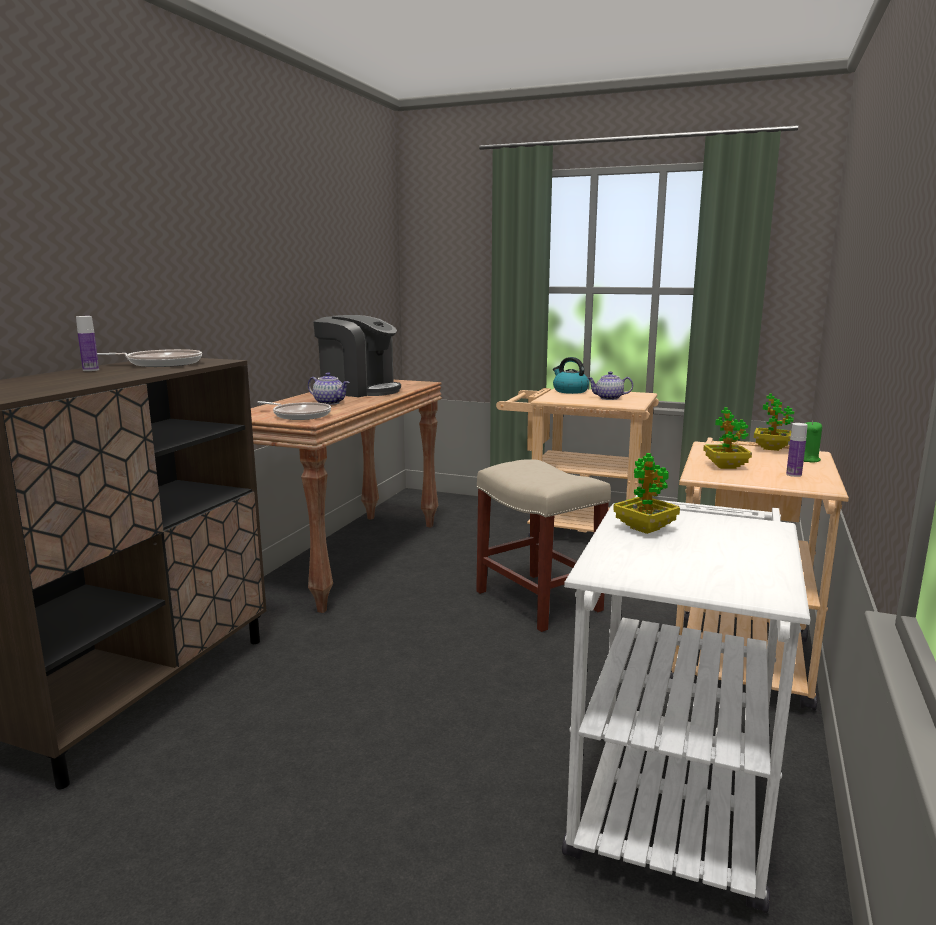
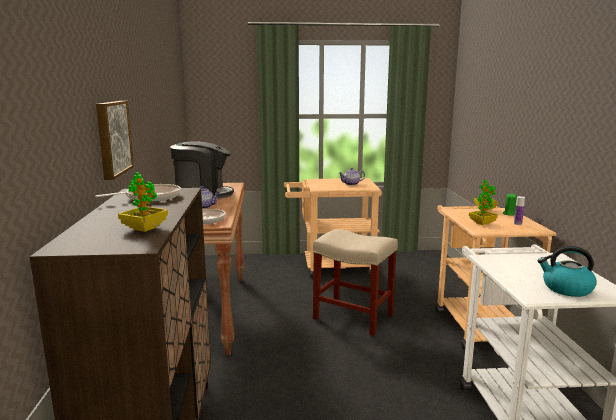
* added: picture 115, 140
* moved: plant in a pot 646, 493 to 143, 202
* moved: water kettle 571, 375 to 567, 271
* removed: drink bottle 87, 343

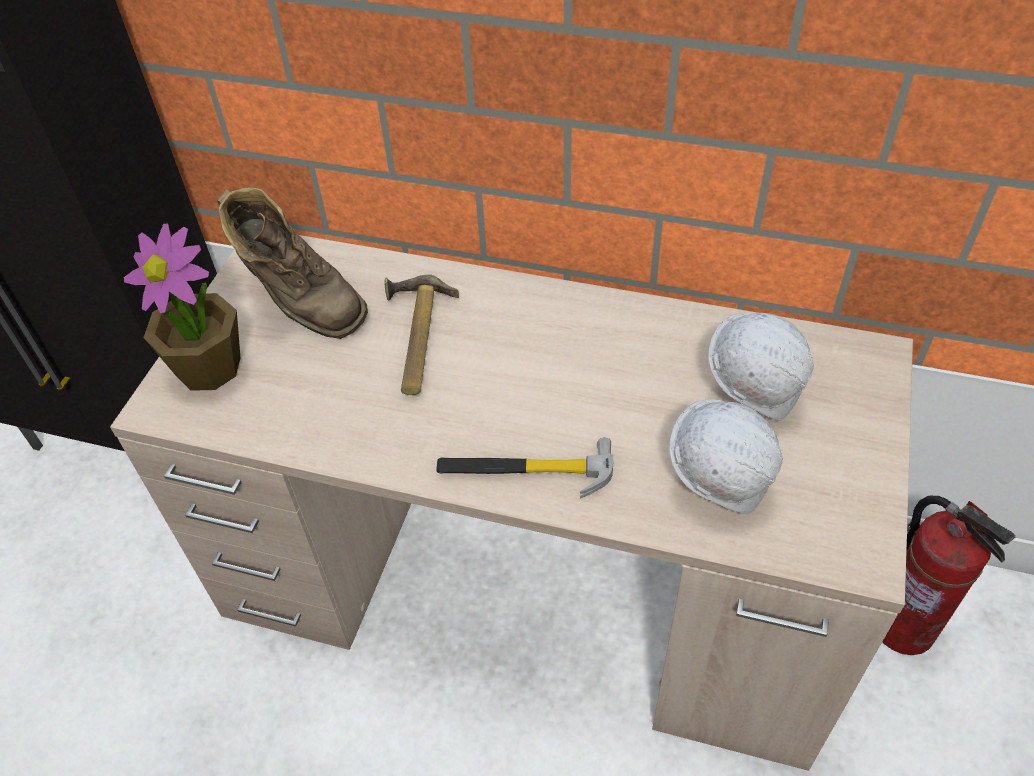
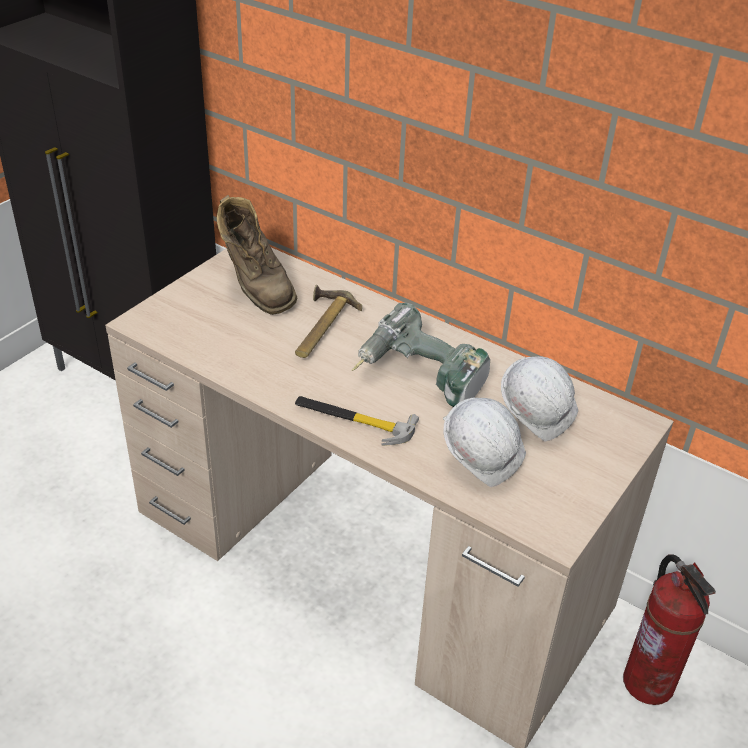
* added: drill 420, 361
* removed: plant in a pot 182, 307

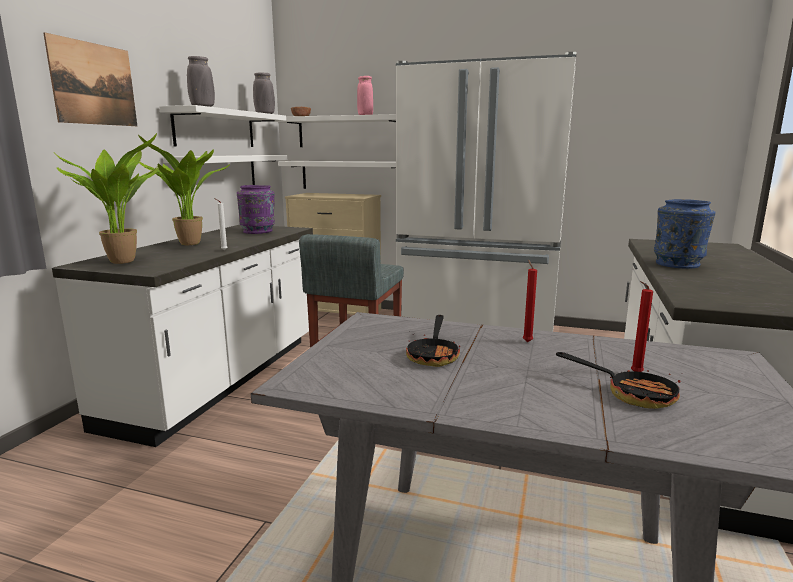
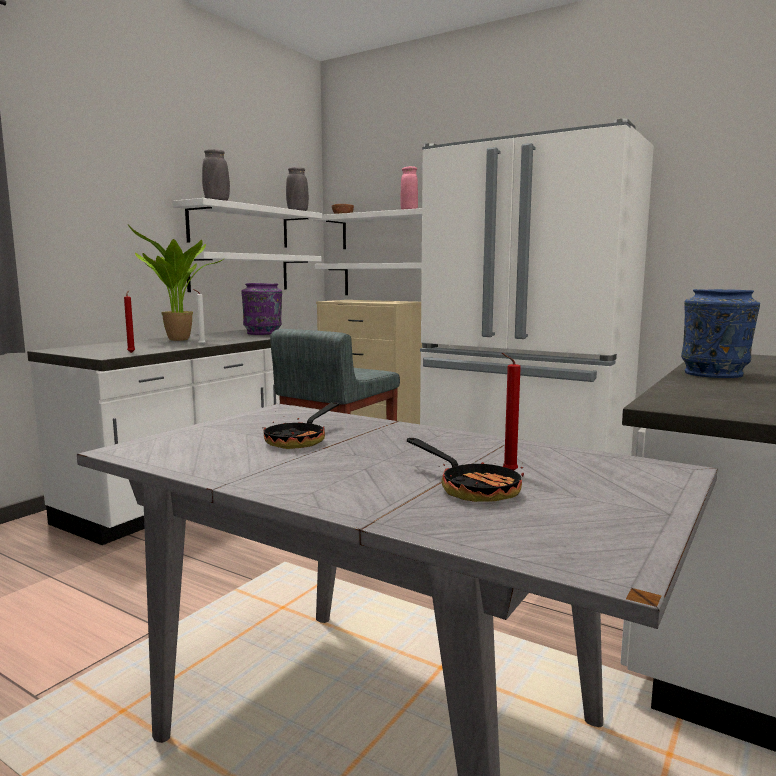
* moved: reddish wax light 530, 301 to 129, 322
* removed: picture 90, 79
* removed: plant in a pot 106, 198

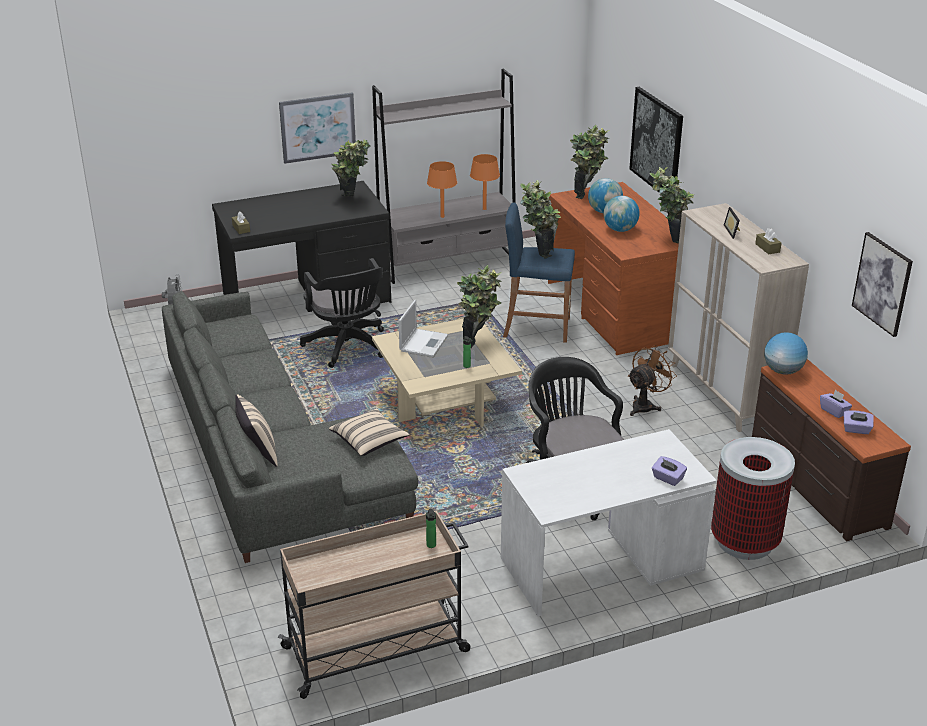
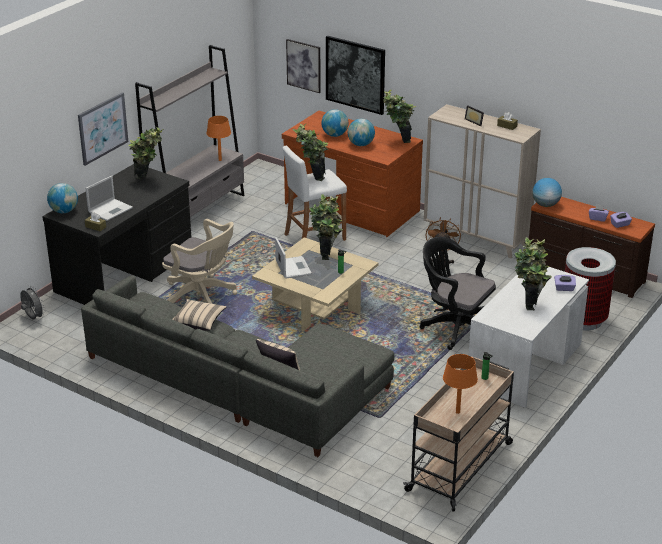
* added: world globe 62, 198
* added: laptop 109, 198
* recoloured: blackish computer chair 342, 313 to beige computer chair 199, 261
* moved: beige cushion 369, 432 to 199, 315
* recoloured: blue-coloured sitting stool 539, 272 to white sitting stool 315, 193
* moved: picture 882, 284 to 303, 66
* moved: orangey tabletop lamp 442, 189 to 460, 384
* moved: plant in a pot 589, 162 to 533, 273

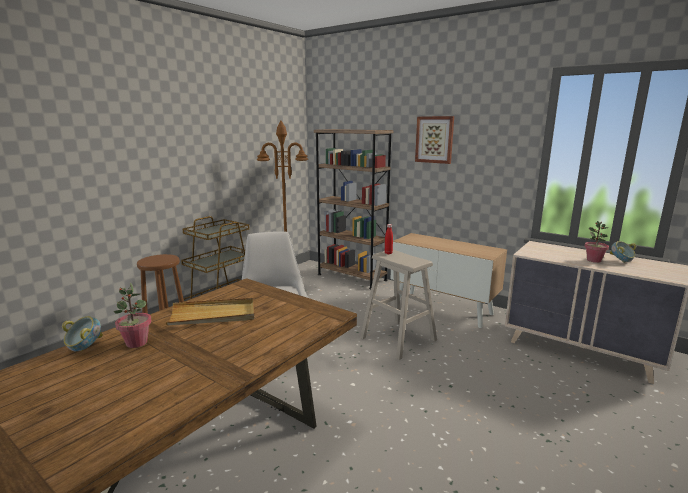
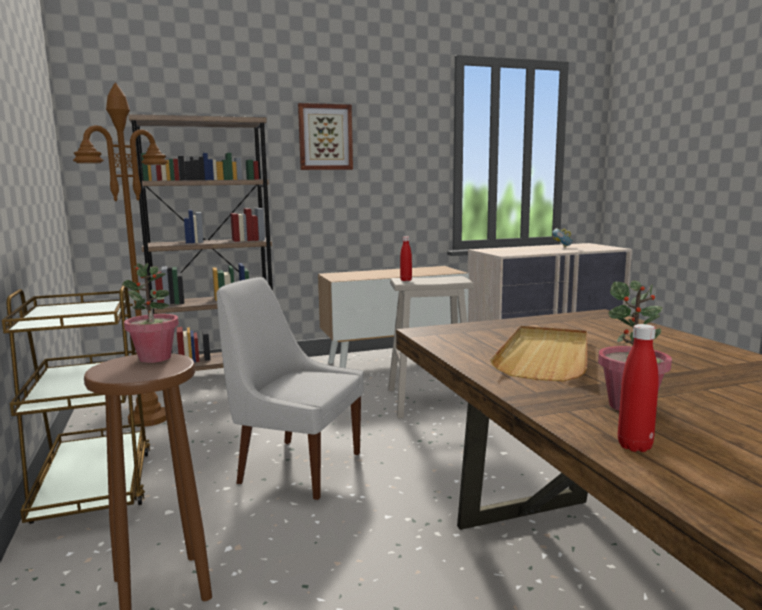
* moved: plant in a pot 597, 242 to 150, 313
* replaced: serving bowl 82, 333 to reddish drink bottle 638, 388

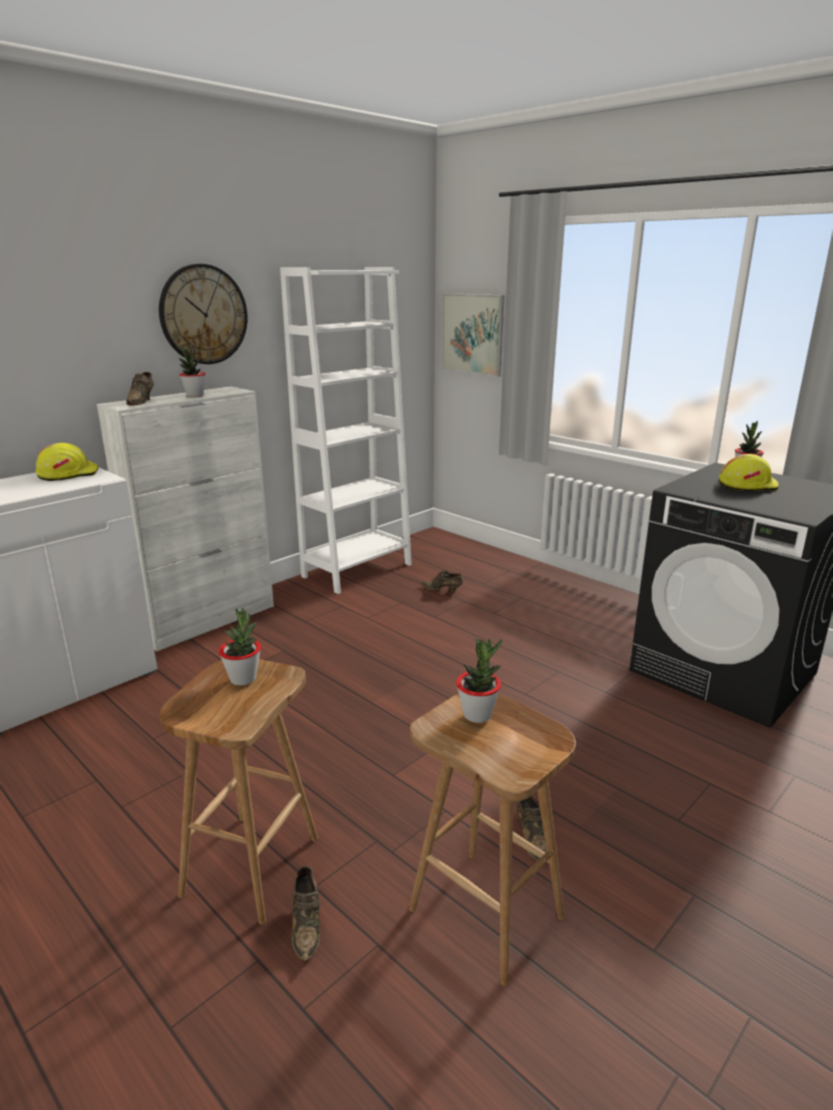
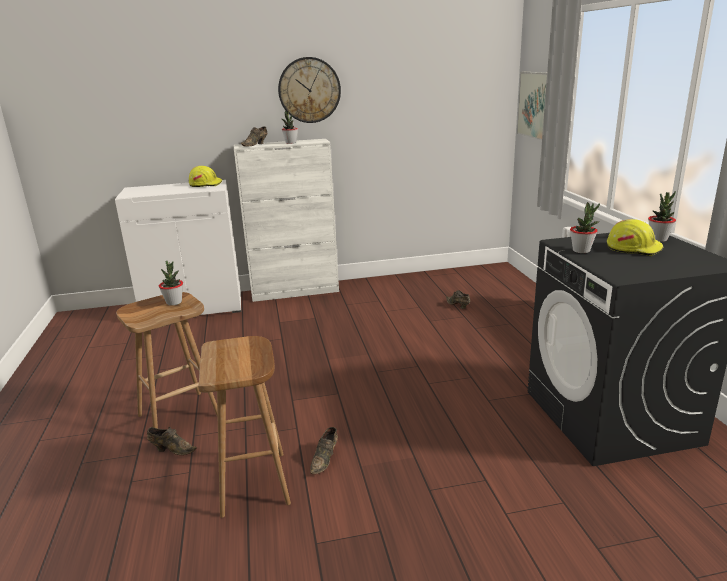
* turned: brownish low shoe 307, 914 = 172, 441 105 degrees counterclockwise
* moved: plant in a pot 479, 680 to 585, 227
* removed: white shelving unit 346, 430

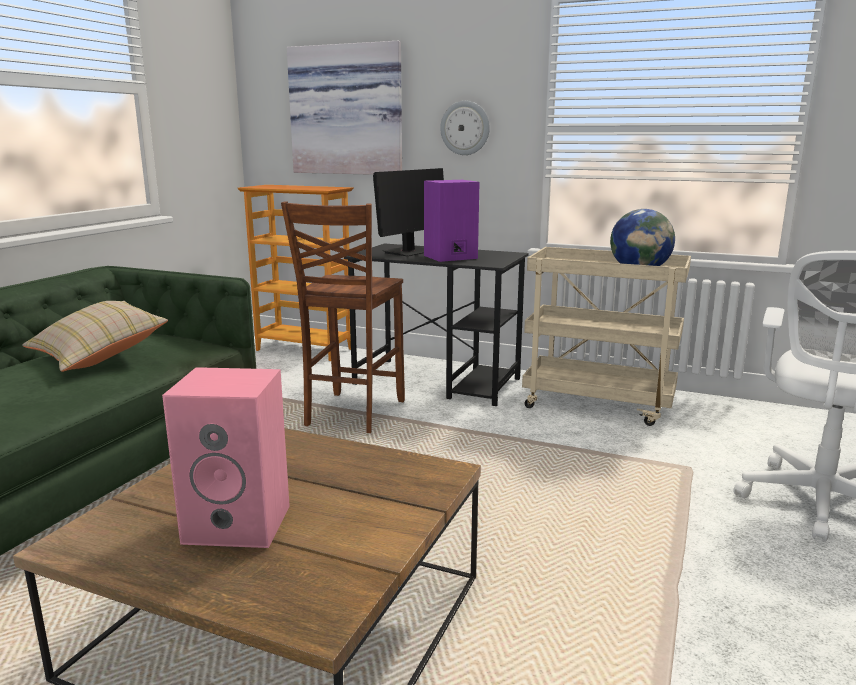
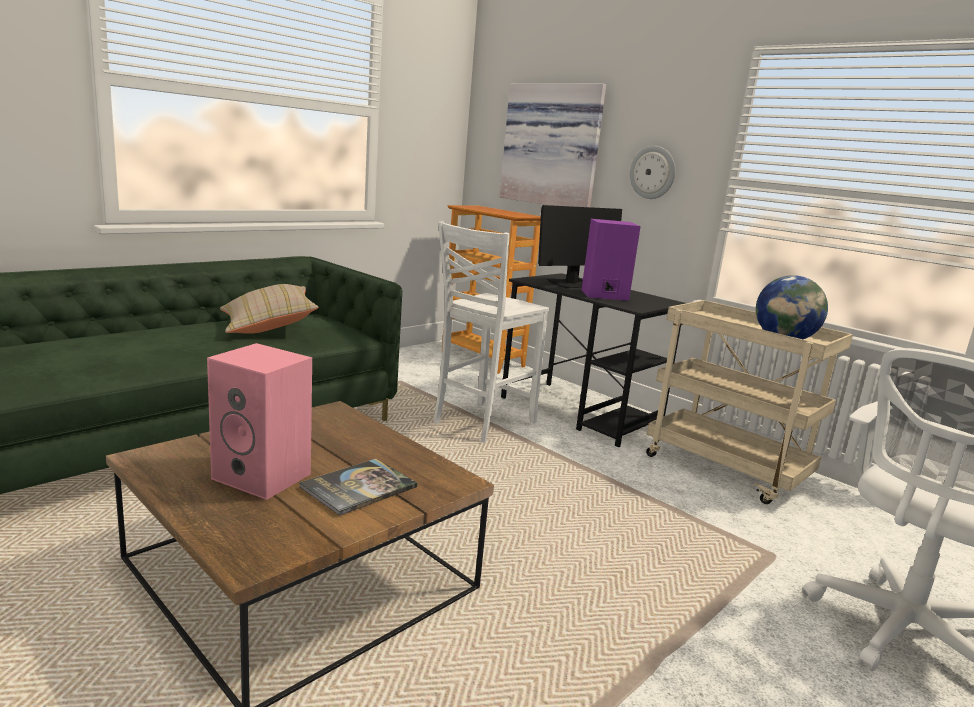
* added: volume 358, 487
* recoloured: brownish chair 343, 317 to white chair 491, 332

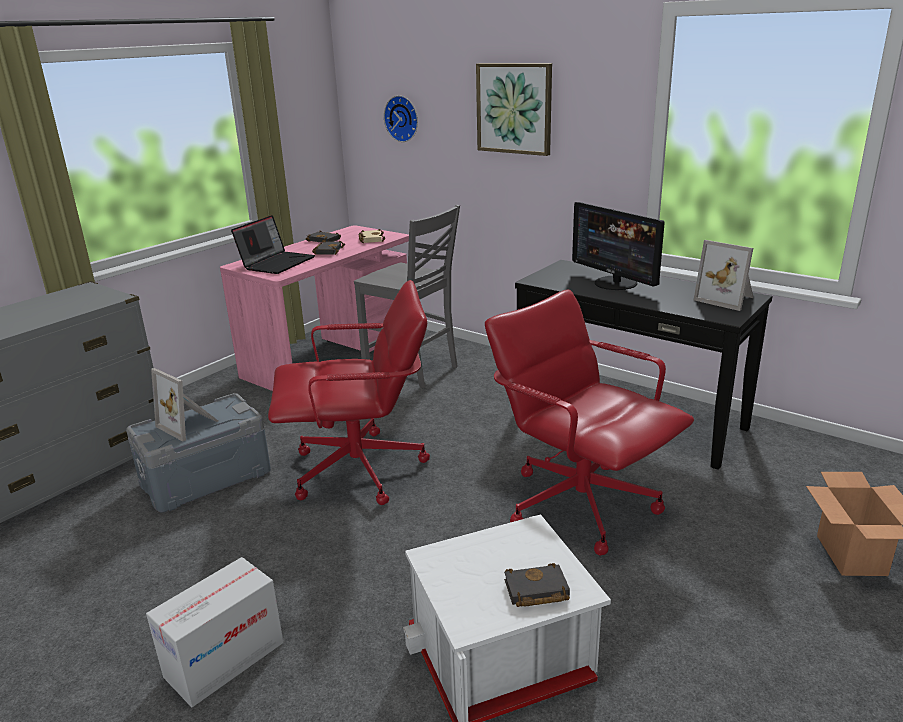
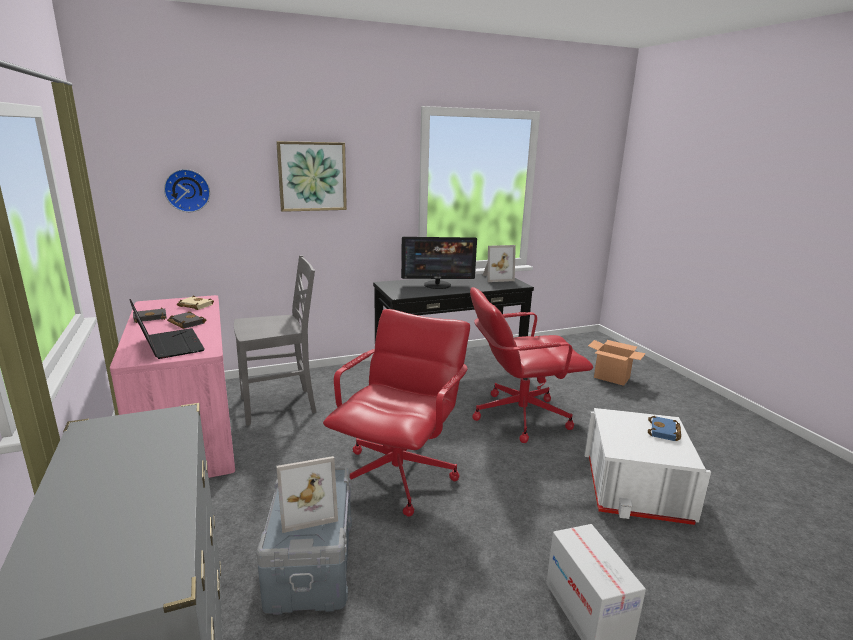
* recoloured: blackish volume 537, 585 to blue-coloured volume 664, 428

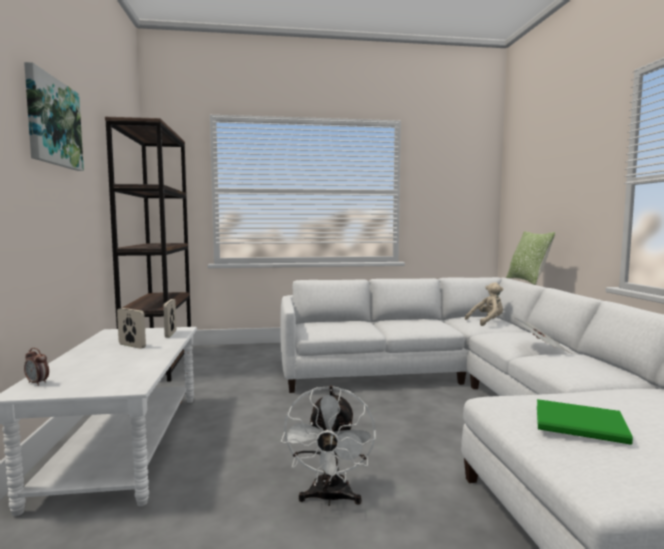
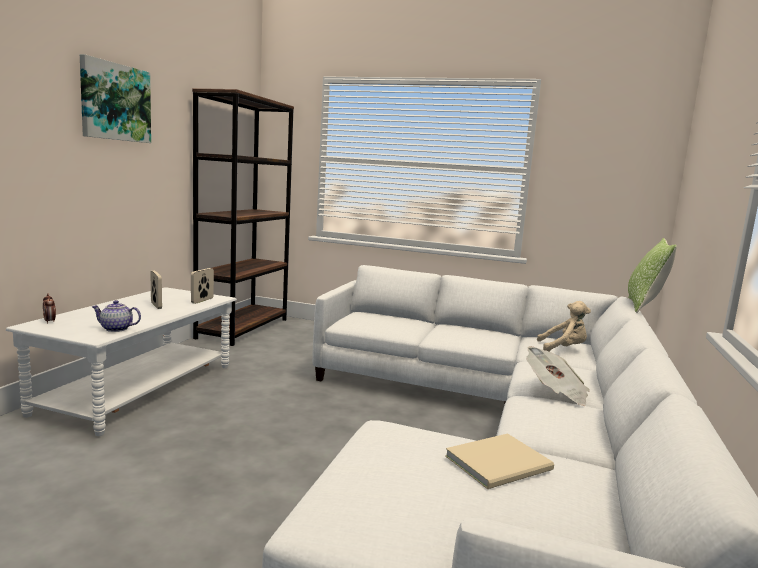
* added: teapot 116, 316
* added: beige volume 499, 461
* removed: white electric fan 328, 446
* removed: green-coloured volume 585, 422

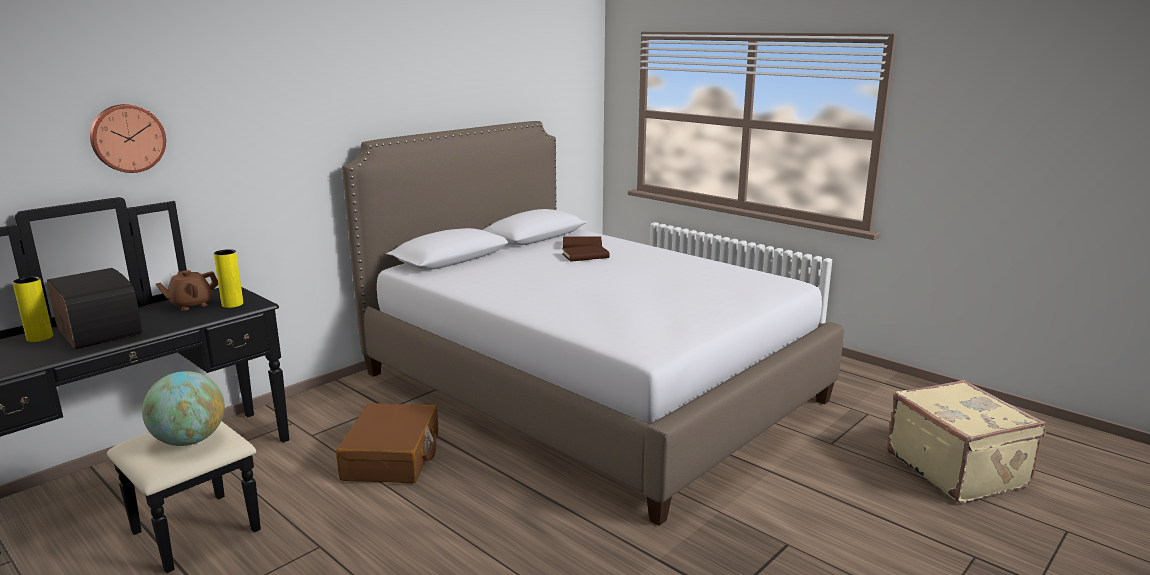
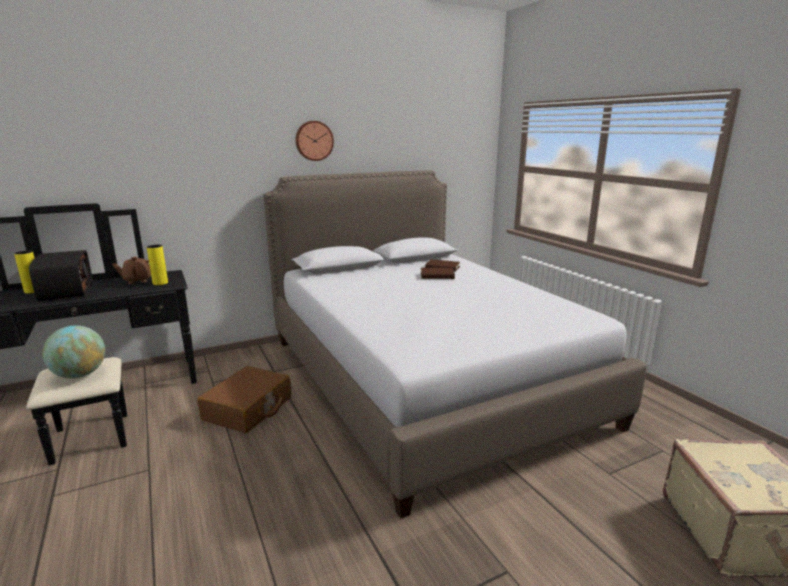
* moved: clock on the wall 128, 138 to 314, 141

